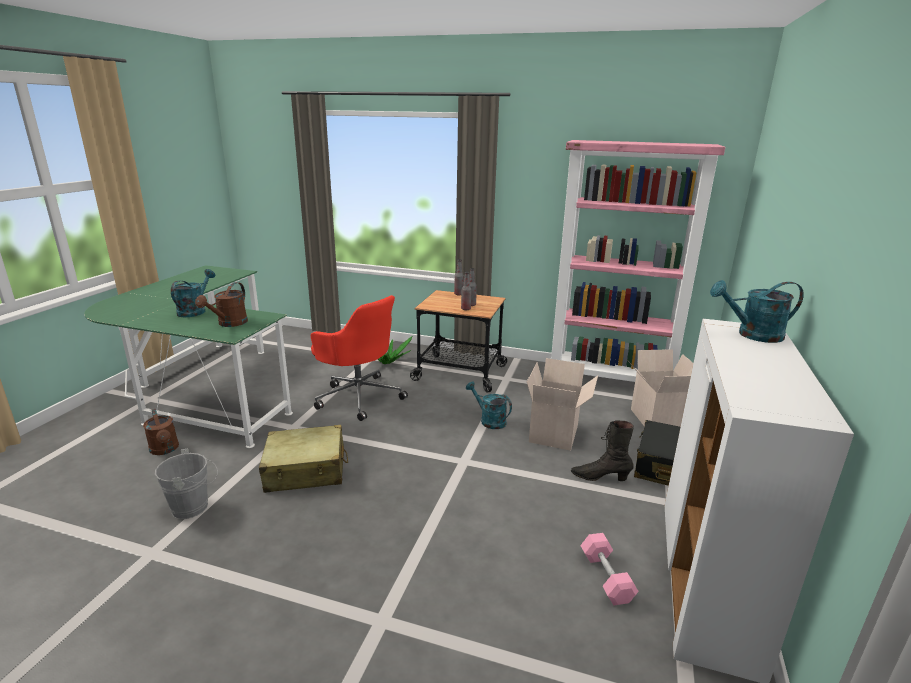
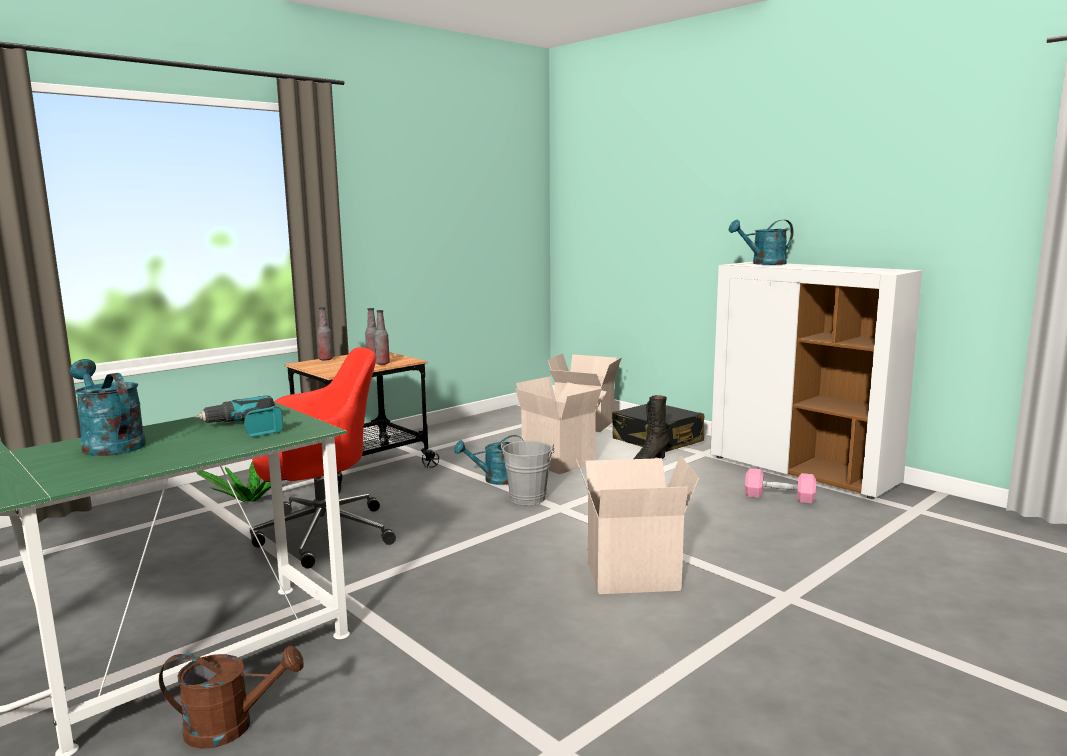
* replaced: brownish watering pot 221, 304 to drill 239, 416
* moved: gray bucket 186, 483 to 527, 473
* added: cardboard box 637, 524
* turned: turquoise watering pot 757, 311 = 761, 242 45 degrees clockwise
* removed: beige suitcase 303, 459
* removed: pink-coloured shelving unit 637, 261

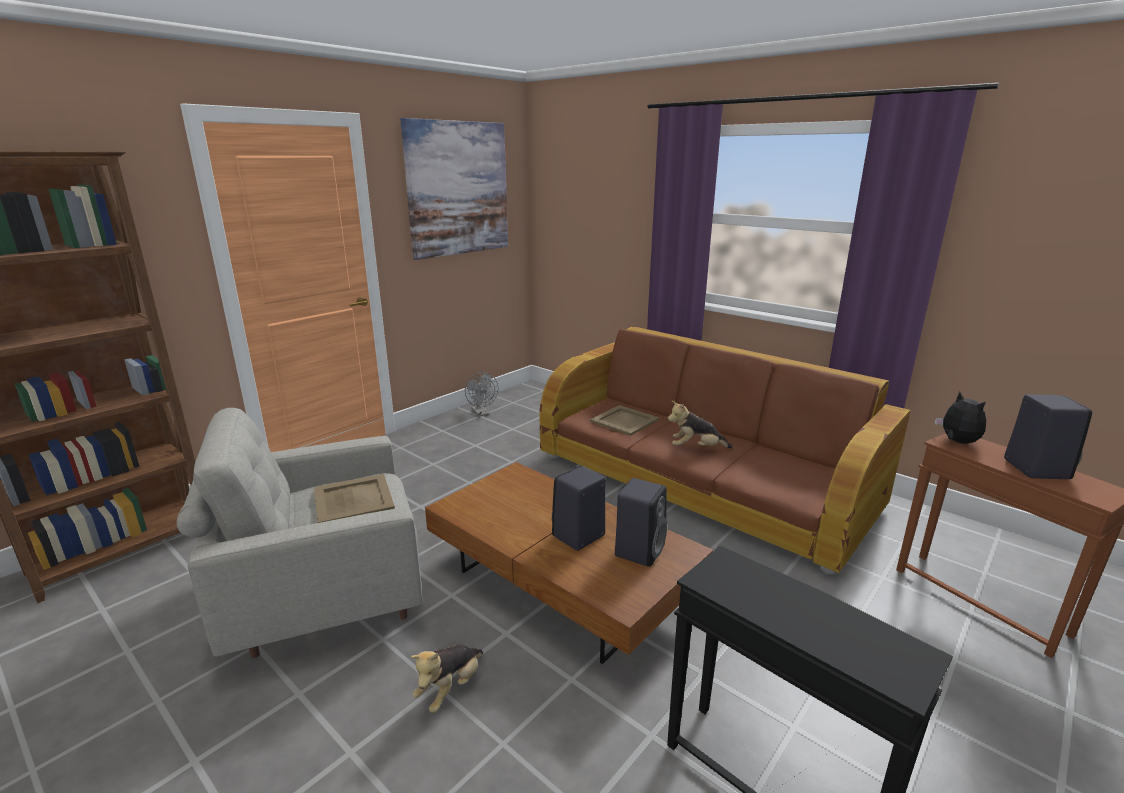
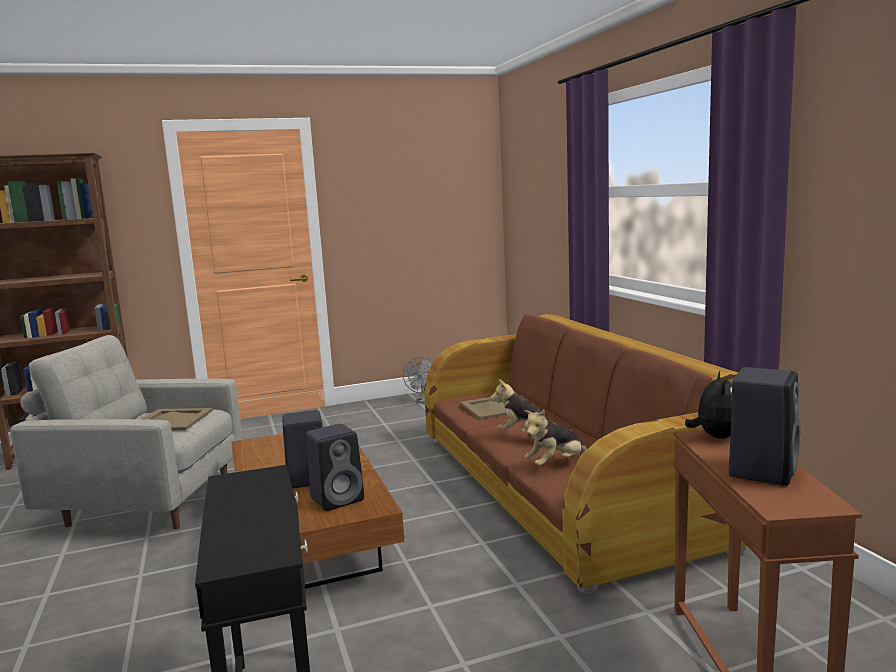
* moved: cuddly toy 447, 679 to 556, 438
* removed: picture 454, 189

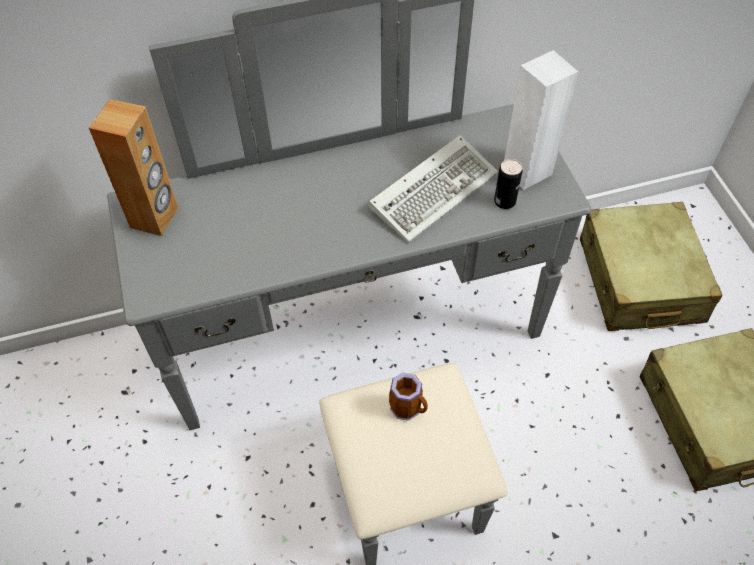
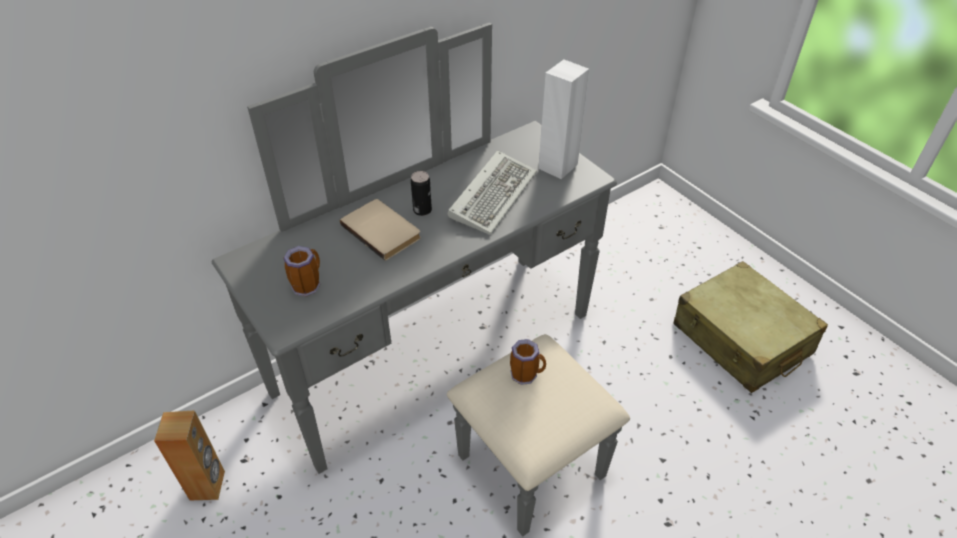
* moved: brownish speaker 134, 167 to 189, 455
* added: tea mug 301, 271
* added: beige volume 380, 230
* moved: sealed can 508, 184 to 421, 193
* removed: beige suitcase 651, 266

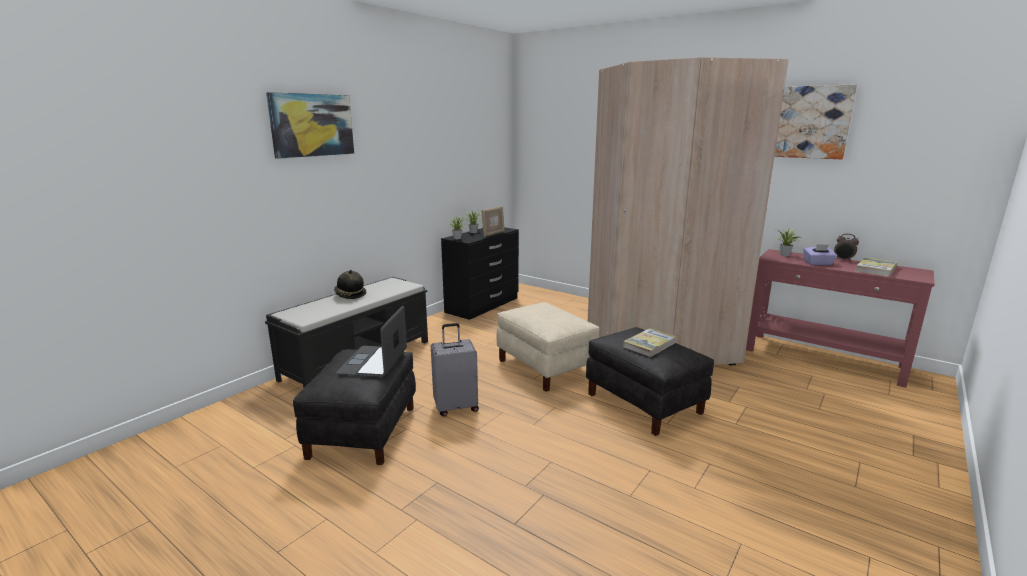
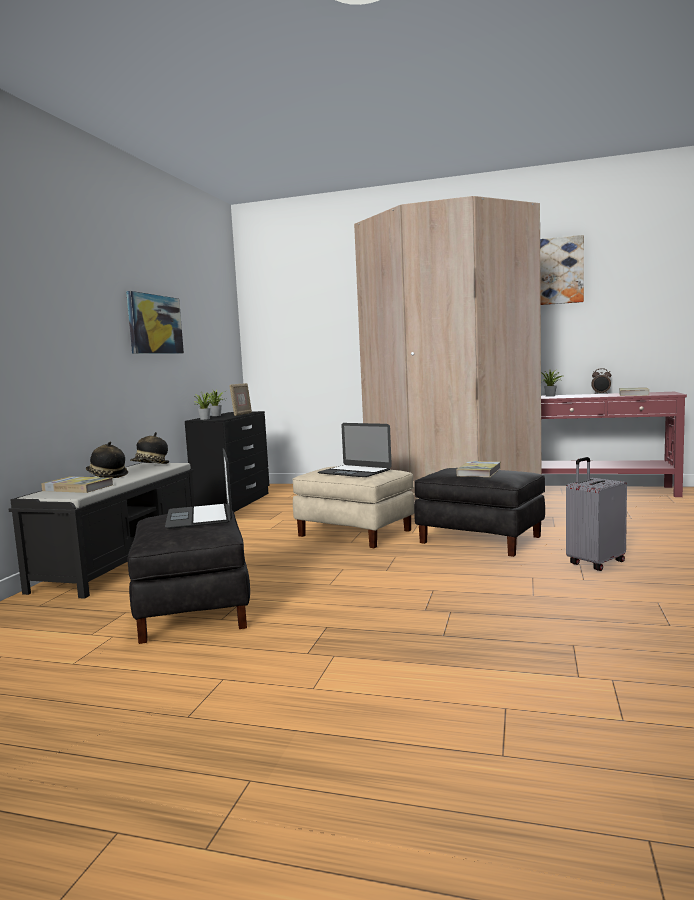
* added: volume 77, 485
* moved: picture 310, 125 to 155, 322
* added: wearable hat 149, 448
* added: laptop 355, 450
* moved: gray suitcase 455, 369 to 596, 514
* removed: purplish tissue holder 820, 254

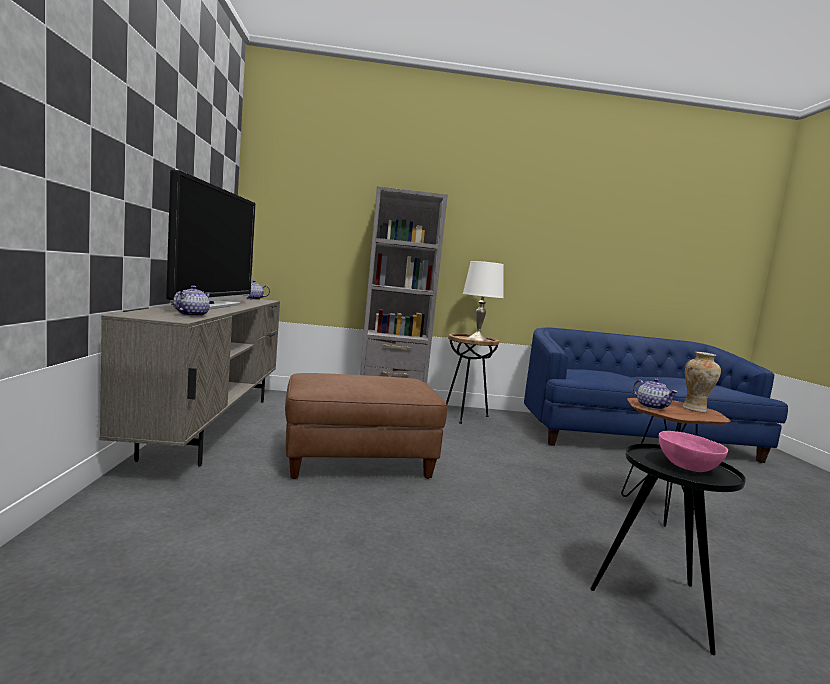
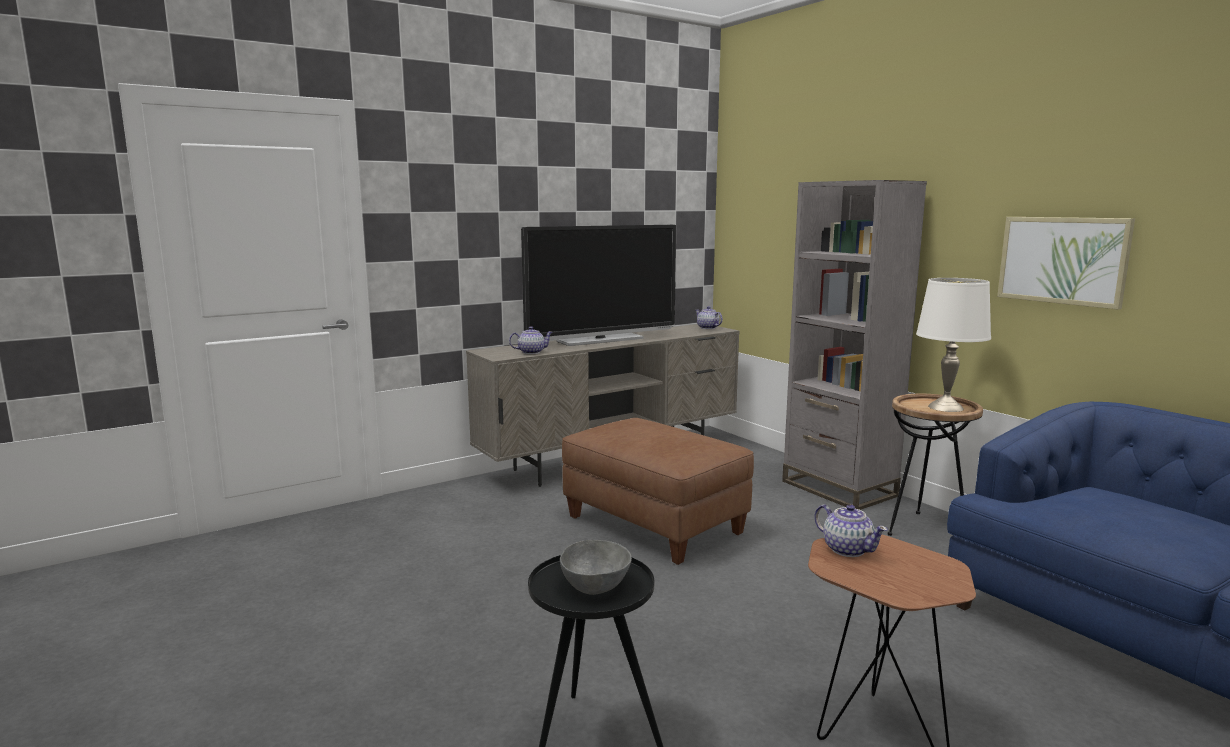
* recoloured: pink-coloured serving bowl 693, 451 to gray serving bowl 596, 567
* turned: teapot 655, 394 = 851, 530 75 degrees counterclockwise
* added: picture 1066, 263
* removed: flower vase 701, 382

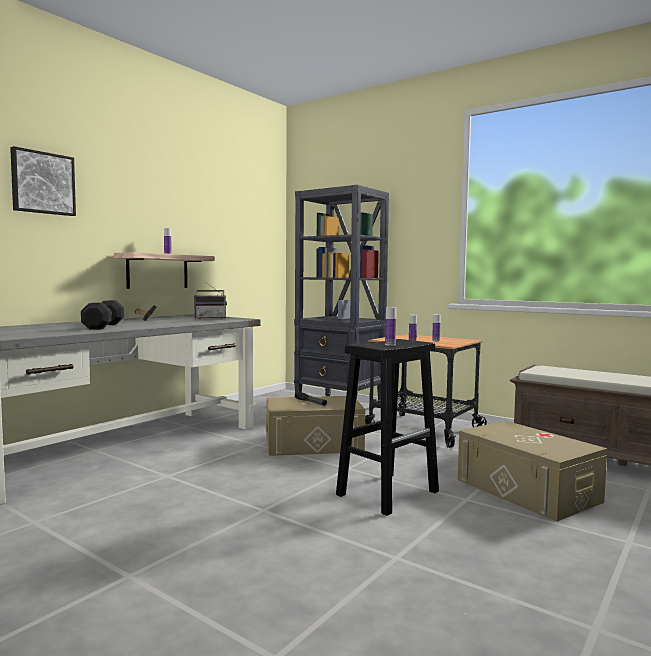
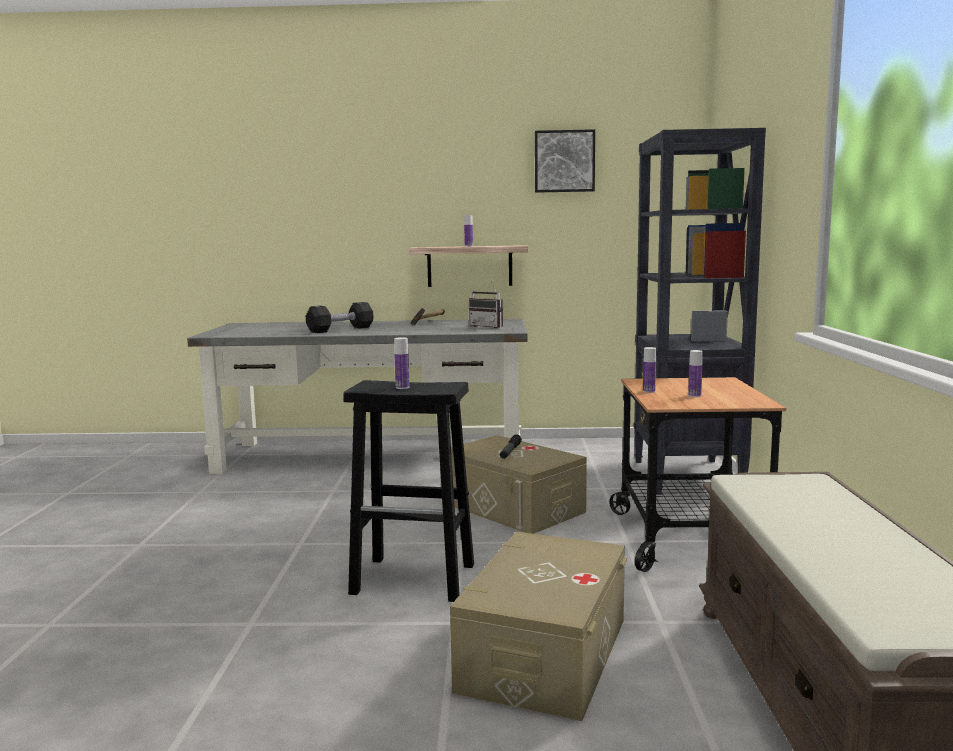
* moved: picture 43, 181 to 565, 161

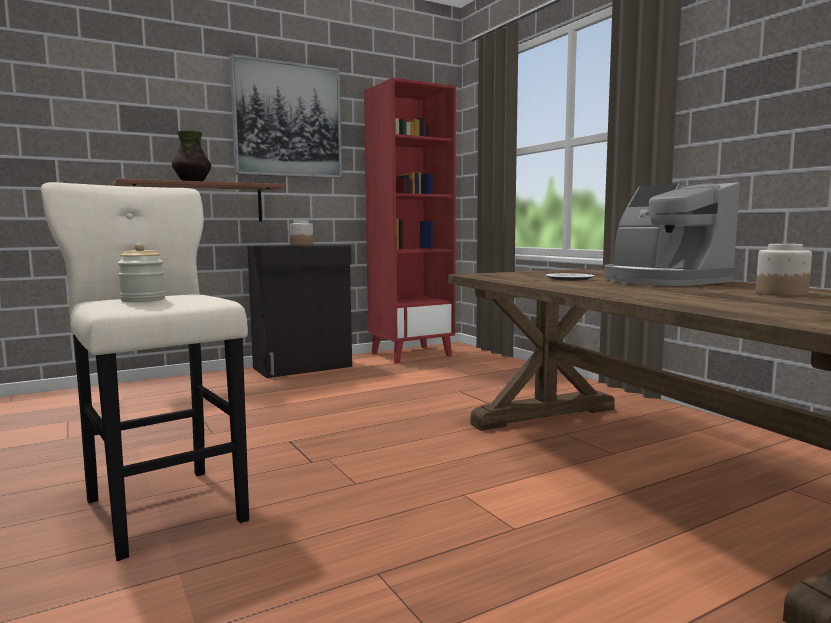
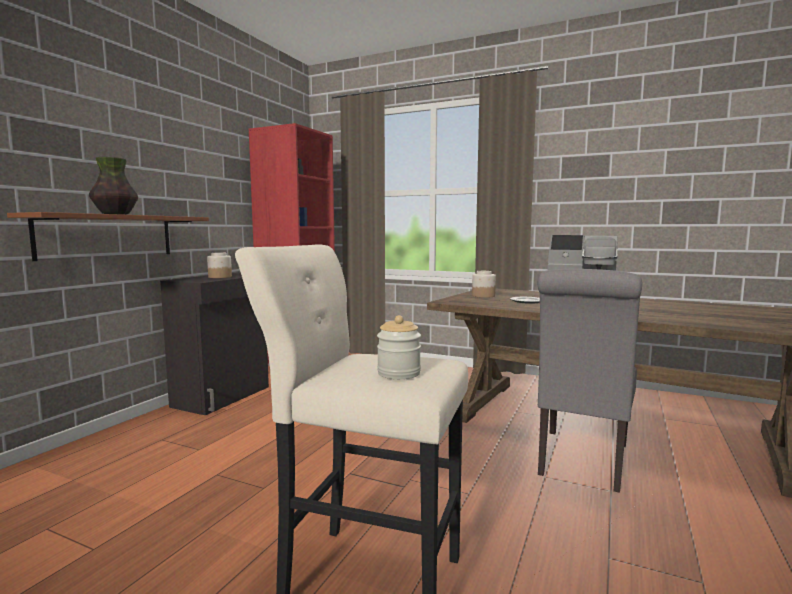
* moved: storage jar 784, 270 to 484, 284
* added: gray chair 590, 381
* removed: picture 285, 116

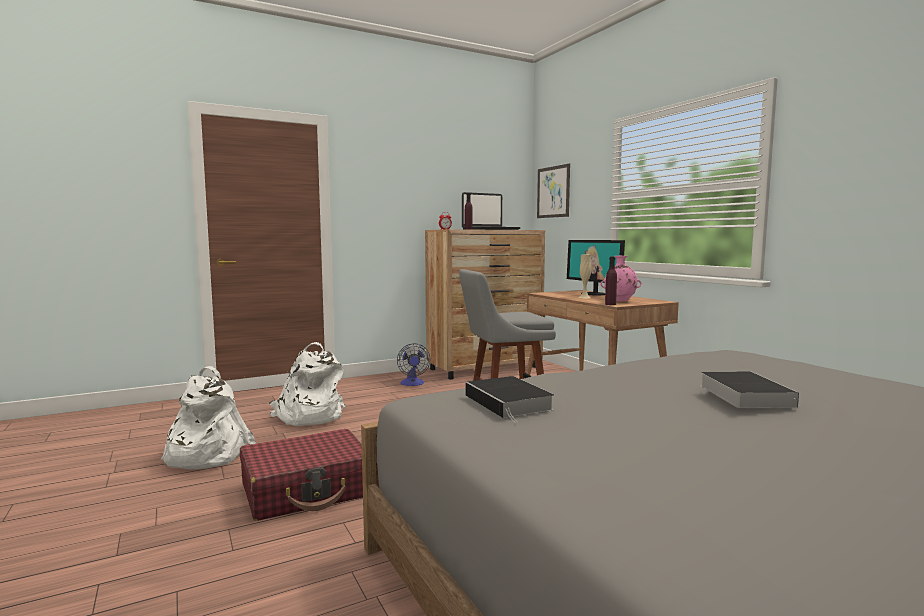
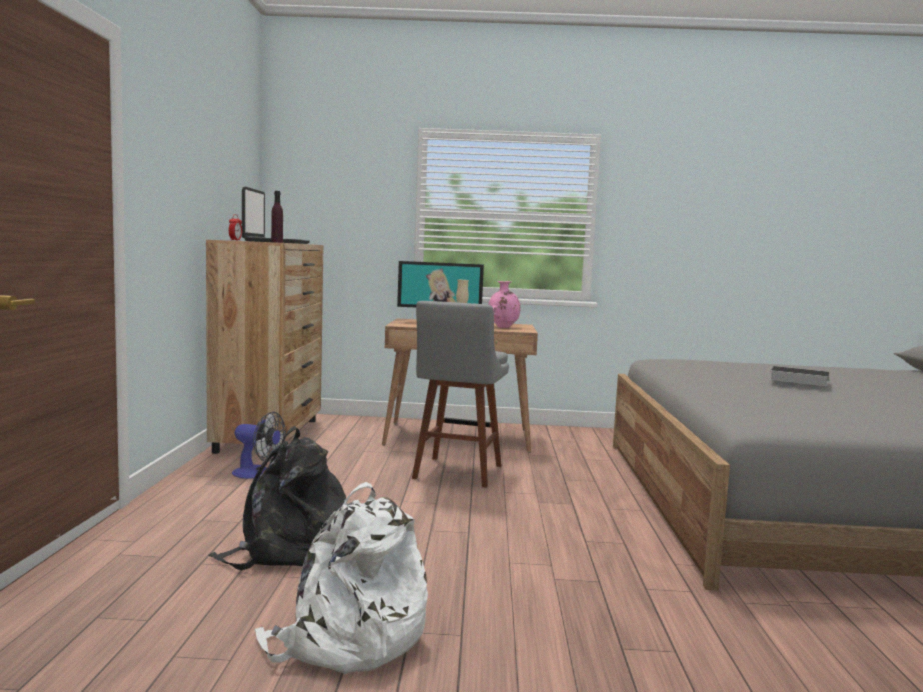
* recoloured: white knapsack 307, 384 to blackish knapsack 277, 498
* removed: reddish suitcase 301, 475
* removed: volume 510, 399
* removed: picture 553, 191
* removed: purplish drink bottle 611, 281

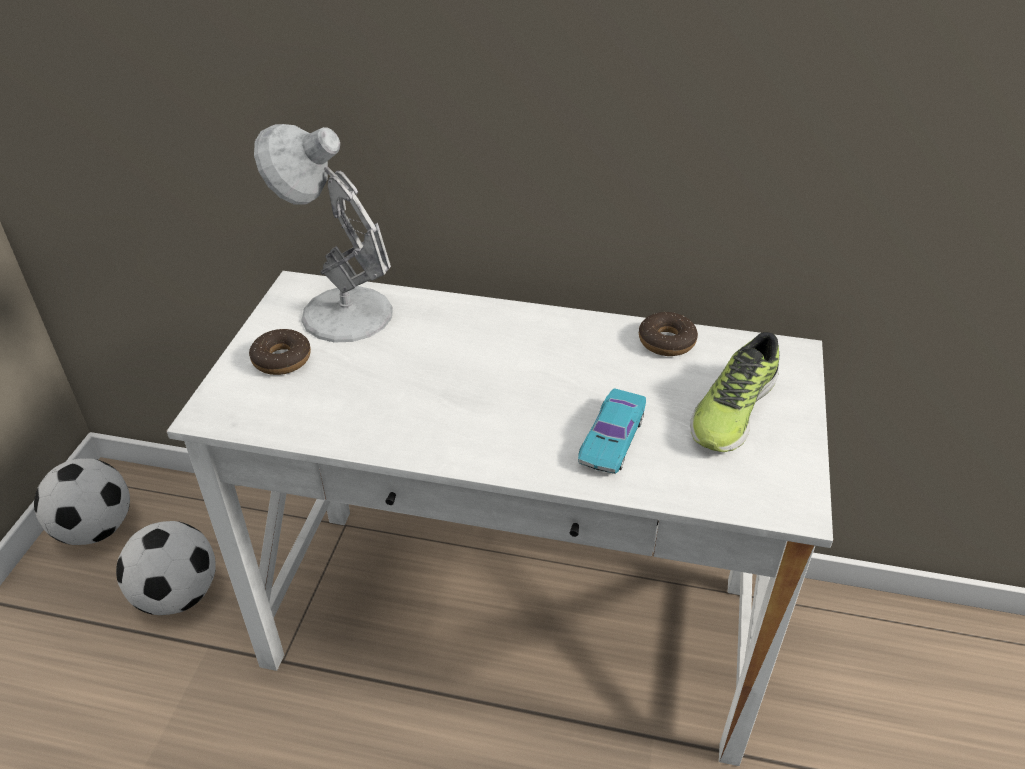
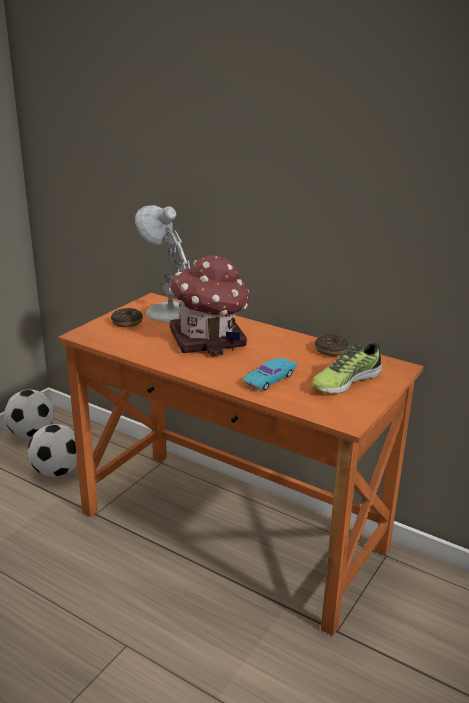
* recoloured: white desk unit 499, 518 to orangey desk unit 241, 464
* added: toy house 209, 306

